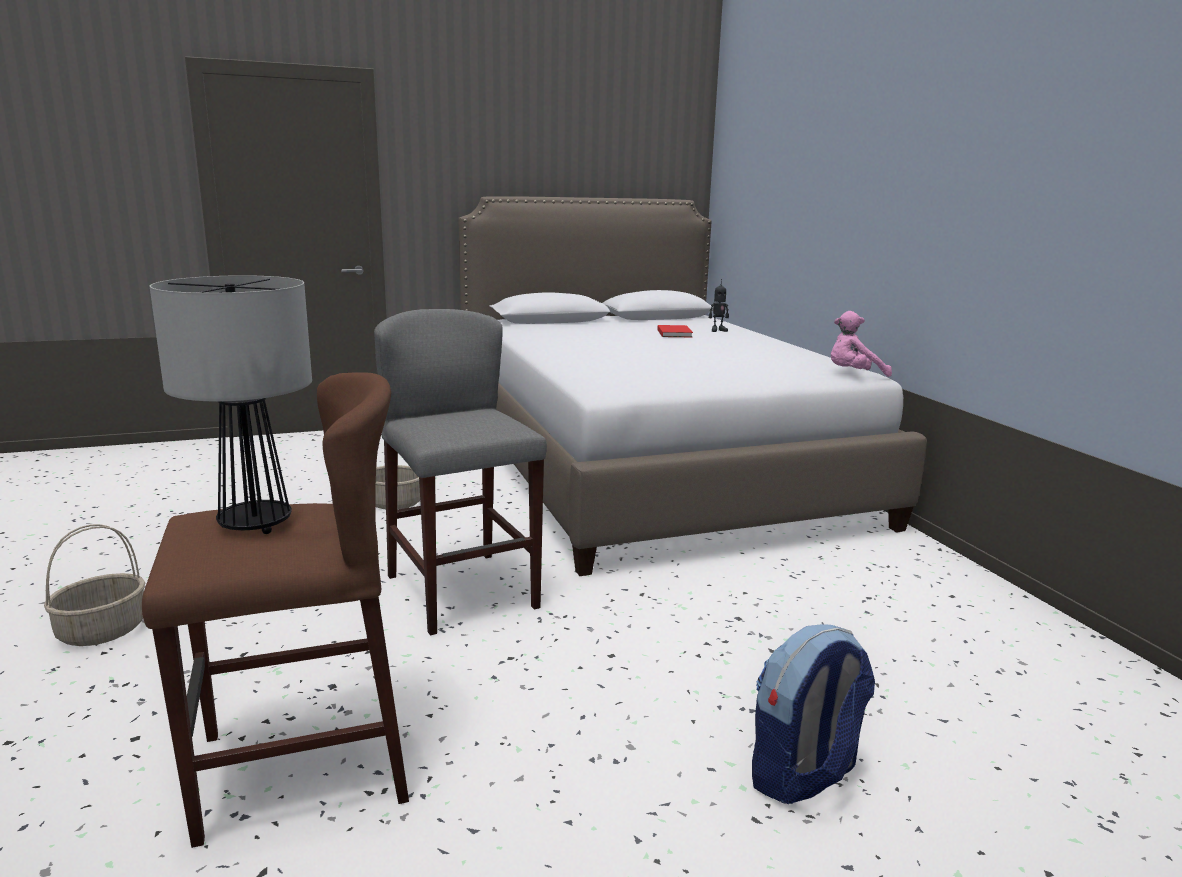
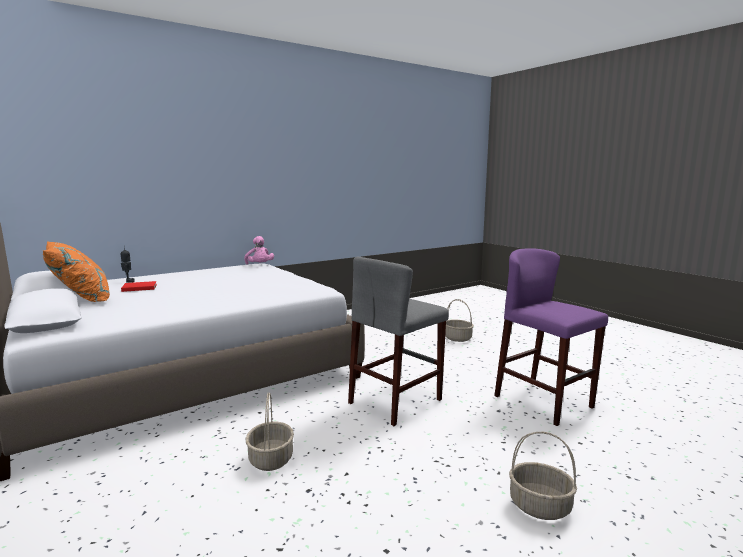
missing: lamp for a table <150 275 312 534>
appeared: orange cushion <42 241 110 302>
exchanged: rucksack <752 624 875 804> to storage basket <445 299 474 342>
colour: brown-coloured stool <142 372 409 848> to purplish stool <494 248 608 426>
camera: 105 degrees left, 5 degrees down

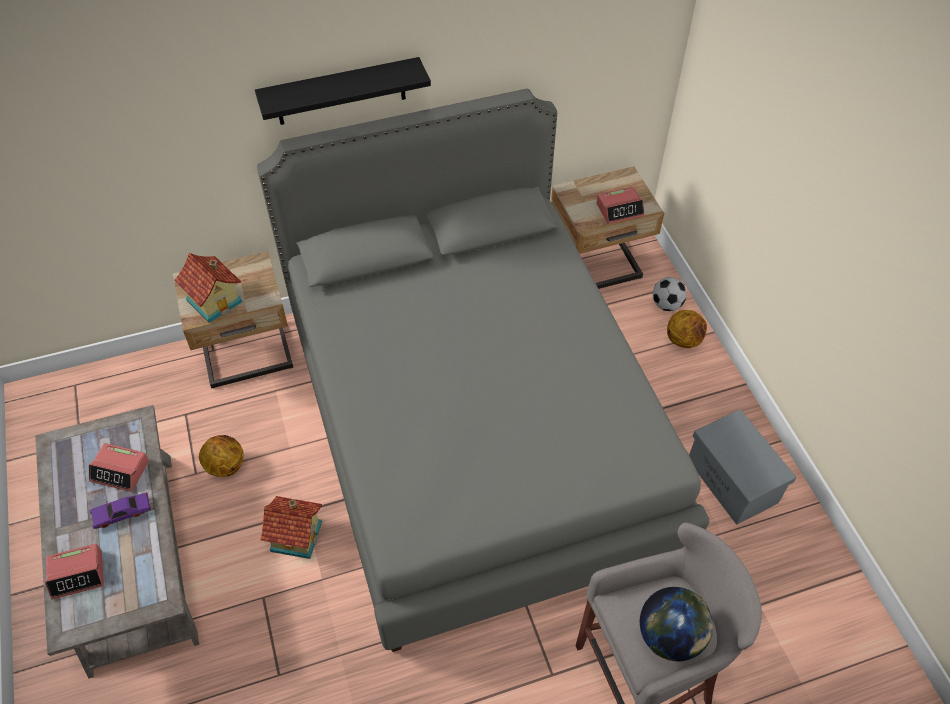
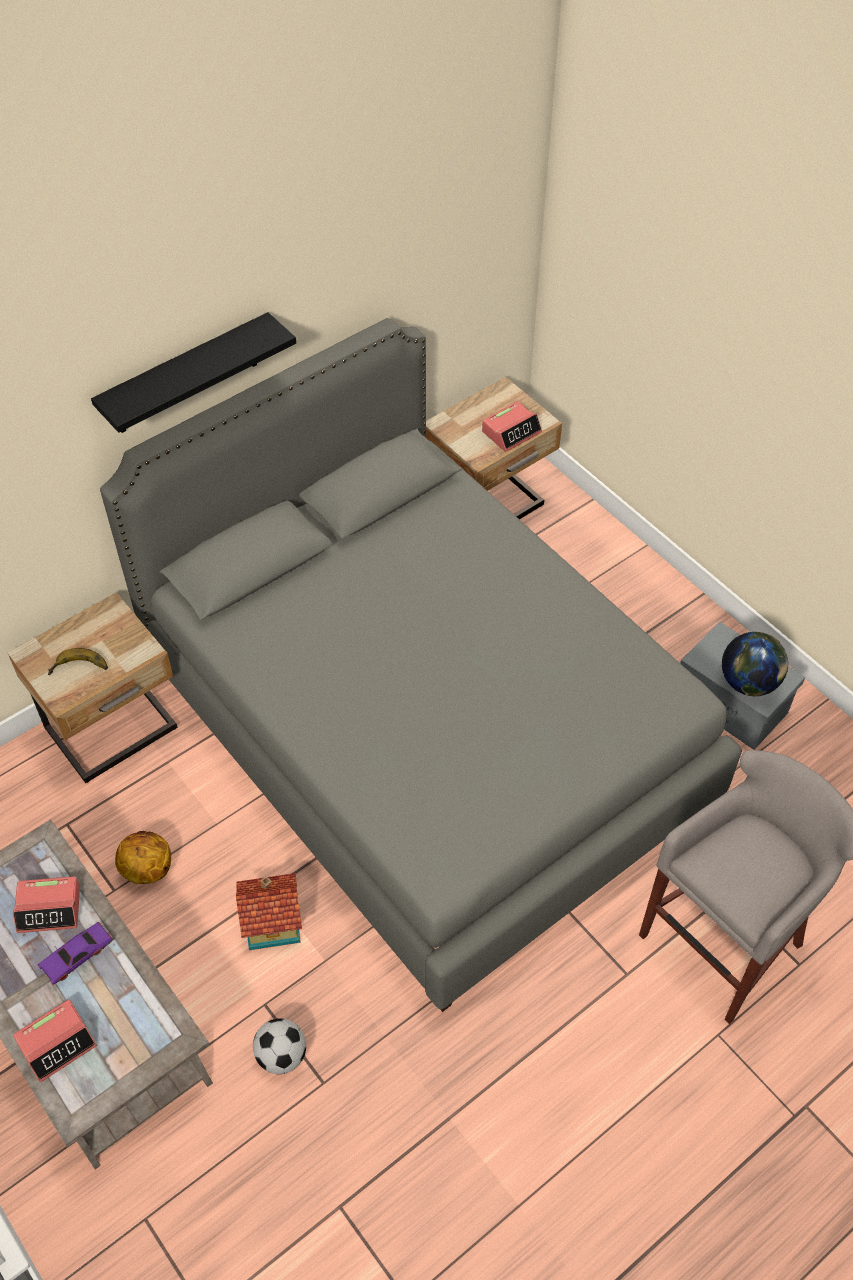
missing: basketball <667 310 707 348>
relocated: desk globe <640 587 713 661> to <722 632 788 696>; football ball <653 277 687 311> to <253 1018 306 1074>
exchanged: miniature house <174 253 242 323> to whole banana <48 648 108 675>
camera: 20 degrees left, 0 degrees up

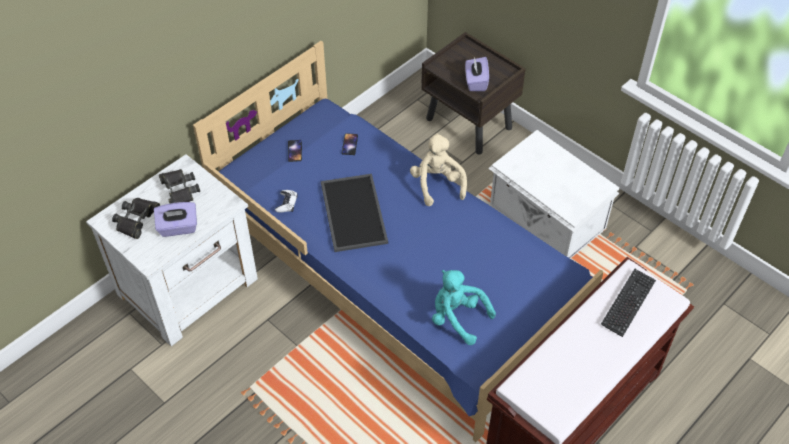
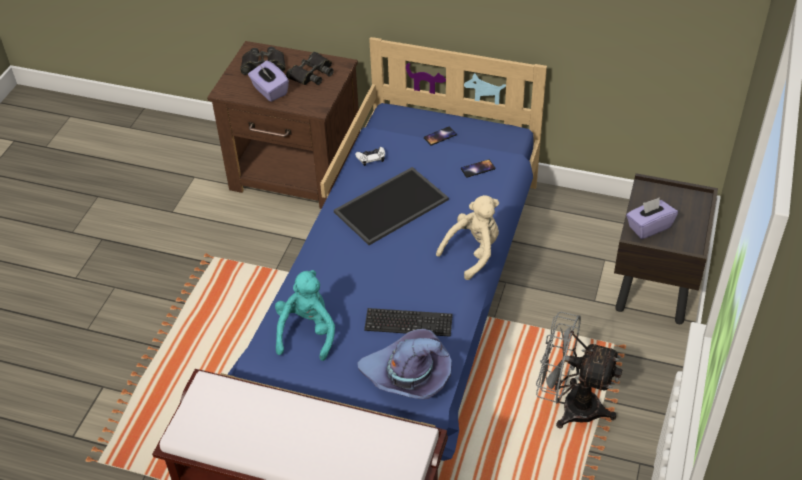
appeared: purplish hat <357 329 452 399>
relocated: keyboard <601 269 656 337> to <364 308 453 337>
exchanged: whitish storage bin <488 130 620 259> to grey electric fan <536 312 623 429>
colour: whitish nightstand <86 154 258 346> to brown-coloured nightstand <207 41 360 209>
camera: 65 degrees right, 5 degrees down

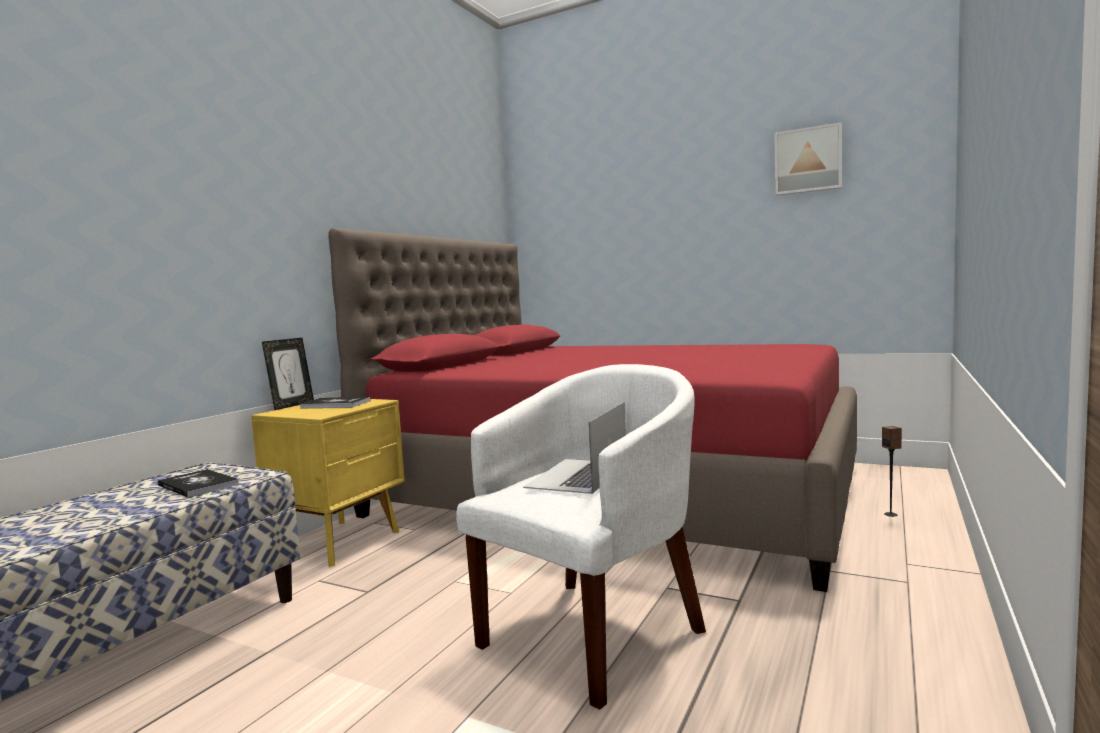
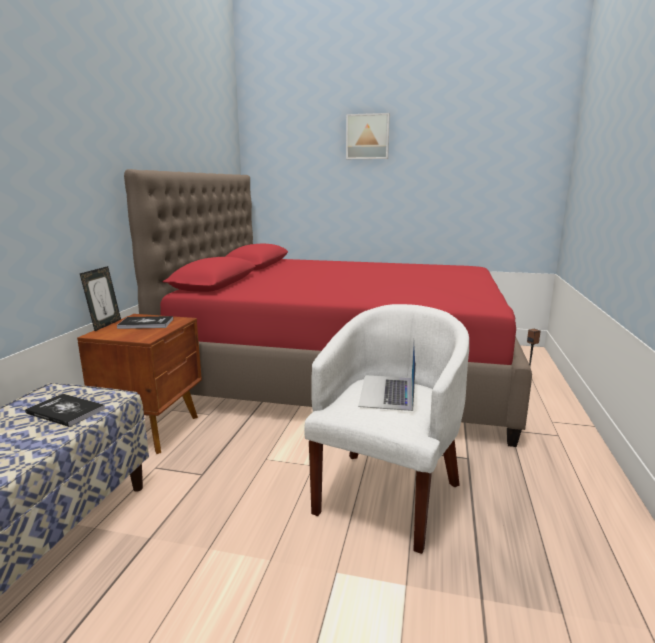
relocated: wall art <775 122 842 196> to <346 113 390 159>
colour: yellow-coloured nightstand <251 397 405 567> to brown-coloured nightstand <77 314 202 454>
camera: 15 degrees left, 10 degrees up

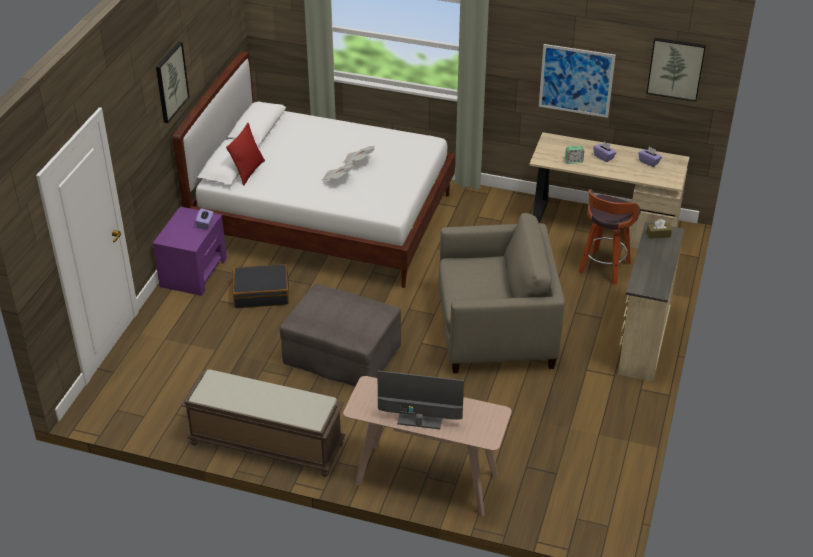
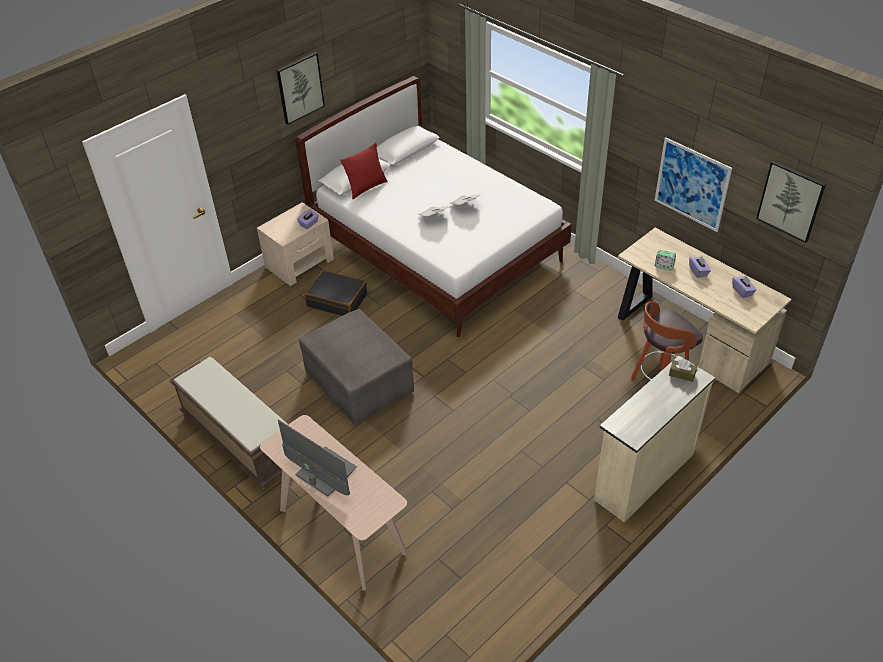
missing: beige armchair <438 213 565 373>
colour: purplish nightstand <153 207 227 296> to beige nightstand <257 202 334 286>
camera: 30 degrees right, 5 degrees up

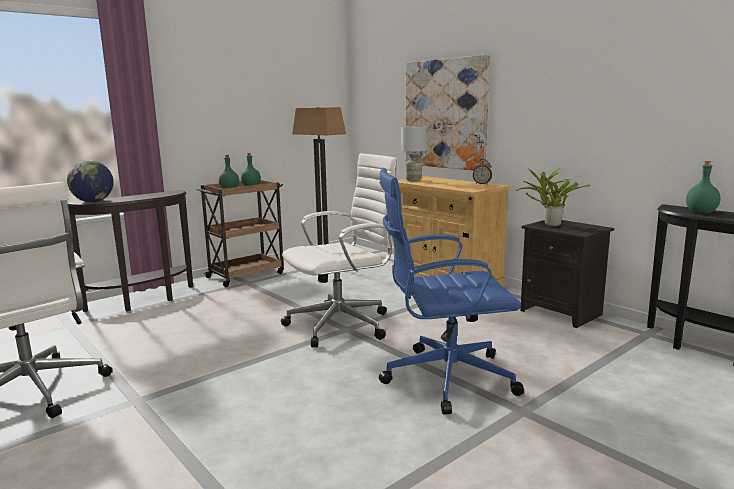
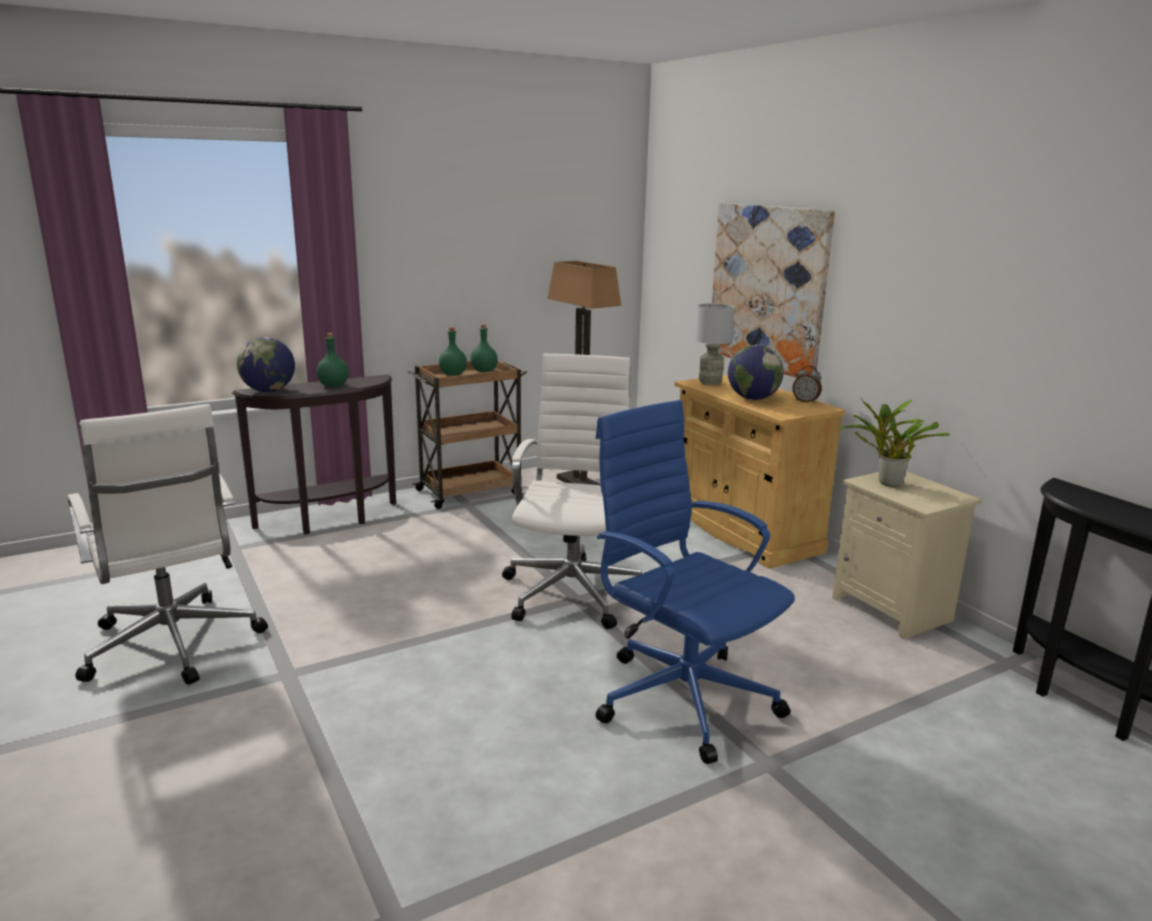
appeared: desk globe <728 345 784 400>
relocated: green-coloured bottle <686 161 721 214> to <317 333 349 387>
colour: black nightstand <520 220 614 328> to beige nightstand <832 471 982 639>
spun: whitish office chair <281 153 399 347> = <502 353 642 629> 60 degrees counterclockwise; bluish office chair <379 168 524 415> = <596 400 795 764> 45 degrees clockwise
camera: 10 degrees right, 5 degrees up

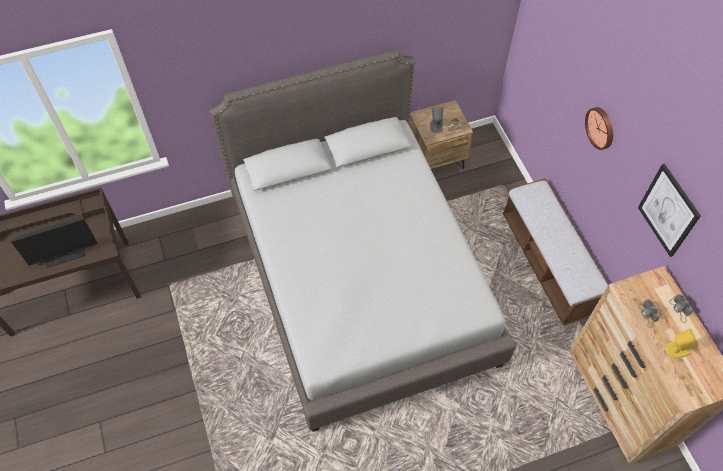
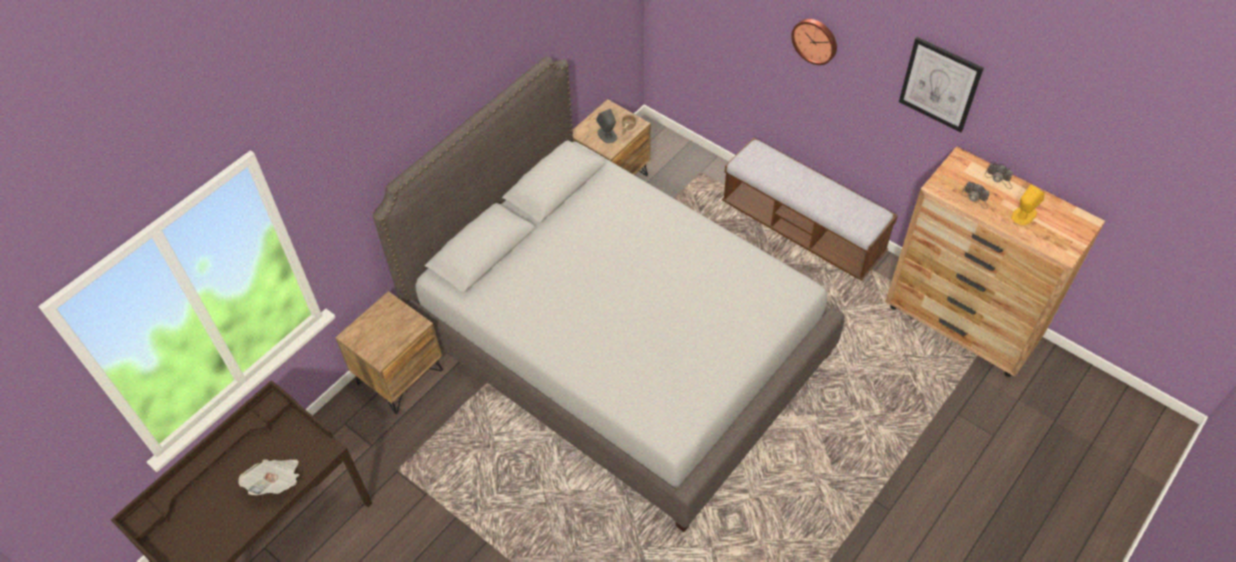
appeared: brown-coloured nightstand <335 291 443 414>
exchanged: monitor <11 218 97 268> to printed paper <238 459 299 495>
camera: 30 degrees left, 5 degrees down

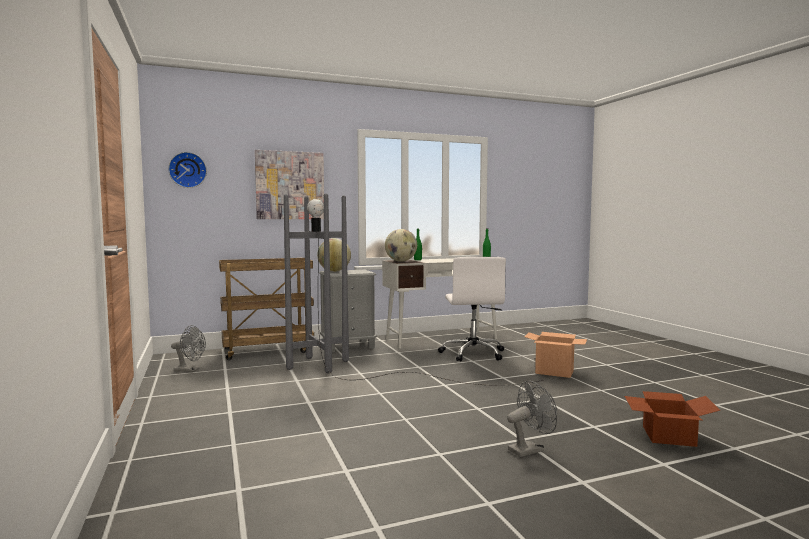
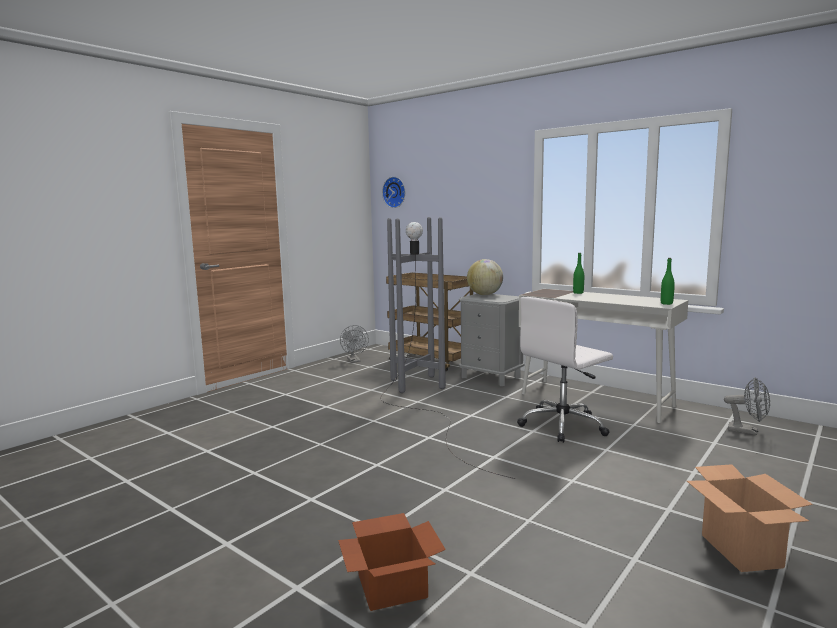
missing: wall art <255 150 324 219>; desk globe <385 229 417 262>
relocated: grey electric fan <507 381 557 457> to <724 377 770 435>; cardboard box <525 332 587 378> to <687 464 813 572>
camera: 60 degrees right, 5 degrees up

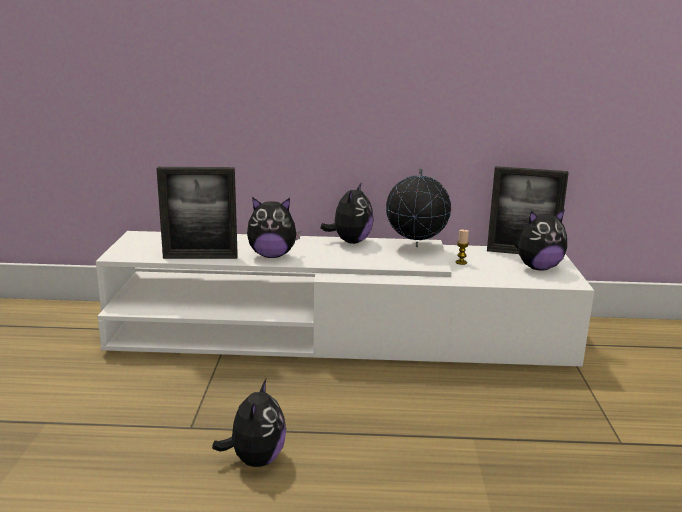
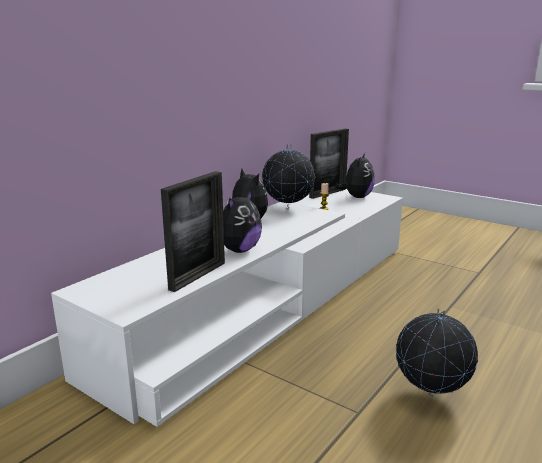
exchanged: plush toy <212 379 286 467> to desk globe <396 308 478 396>
camera: 55 degrees left, 0 degrees up

